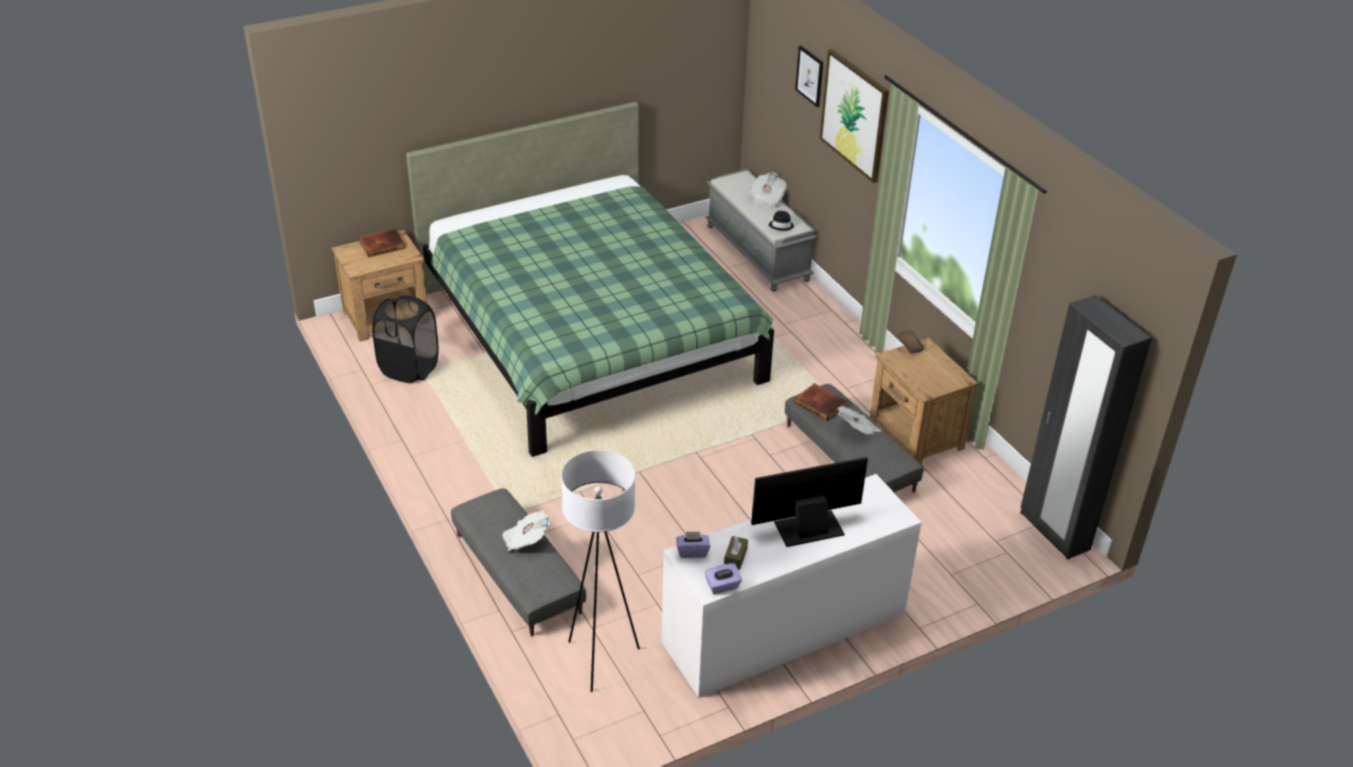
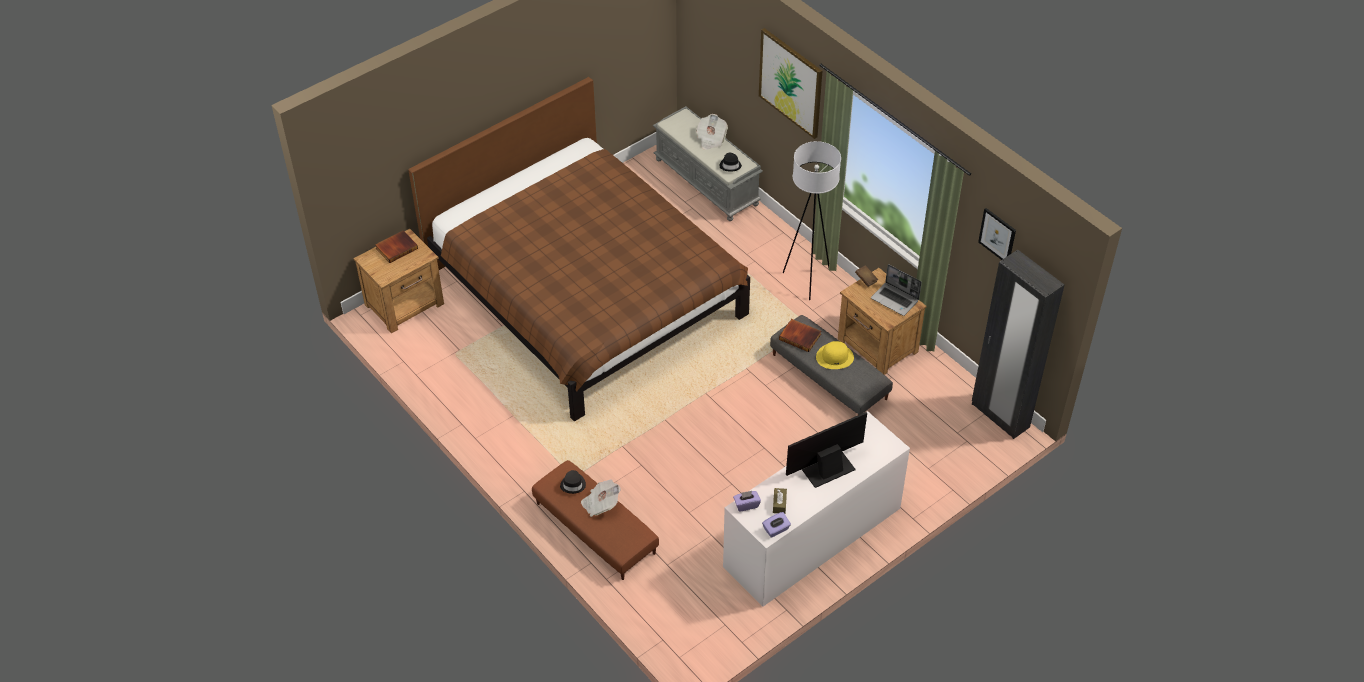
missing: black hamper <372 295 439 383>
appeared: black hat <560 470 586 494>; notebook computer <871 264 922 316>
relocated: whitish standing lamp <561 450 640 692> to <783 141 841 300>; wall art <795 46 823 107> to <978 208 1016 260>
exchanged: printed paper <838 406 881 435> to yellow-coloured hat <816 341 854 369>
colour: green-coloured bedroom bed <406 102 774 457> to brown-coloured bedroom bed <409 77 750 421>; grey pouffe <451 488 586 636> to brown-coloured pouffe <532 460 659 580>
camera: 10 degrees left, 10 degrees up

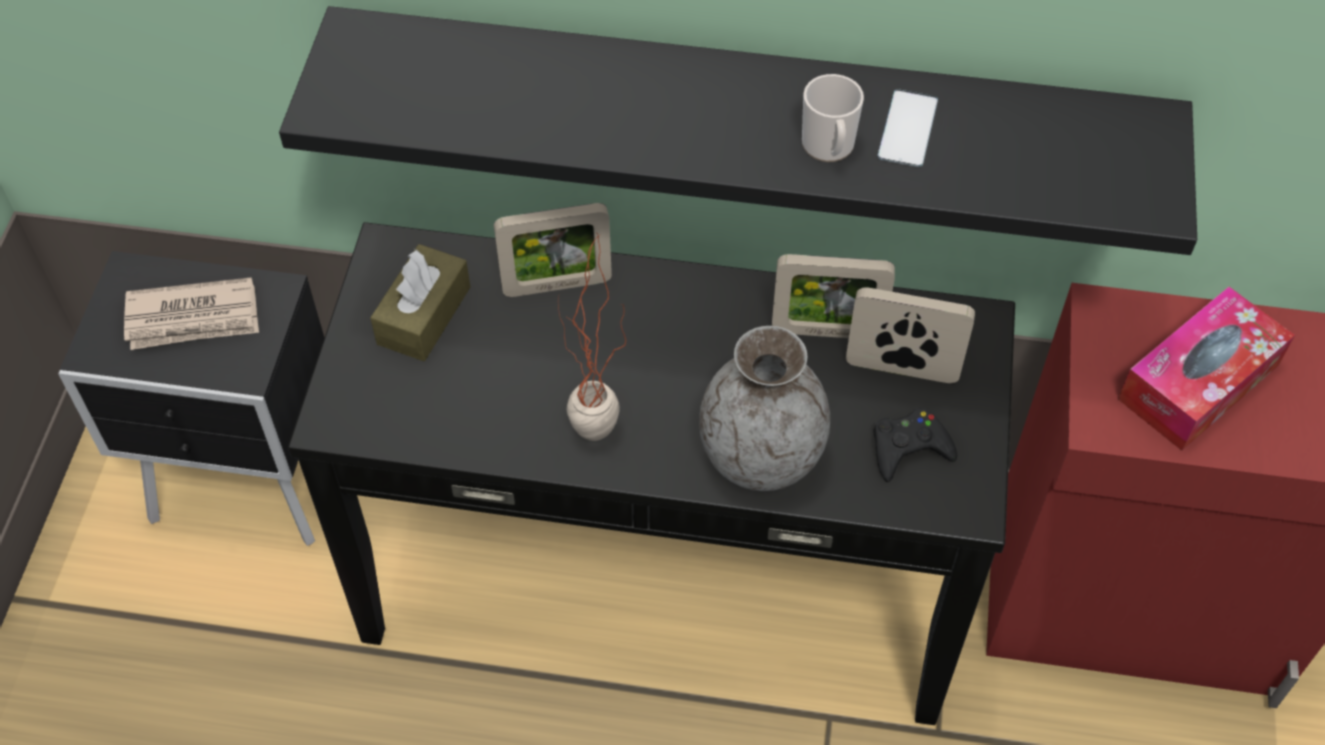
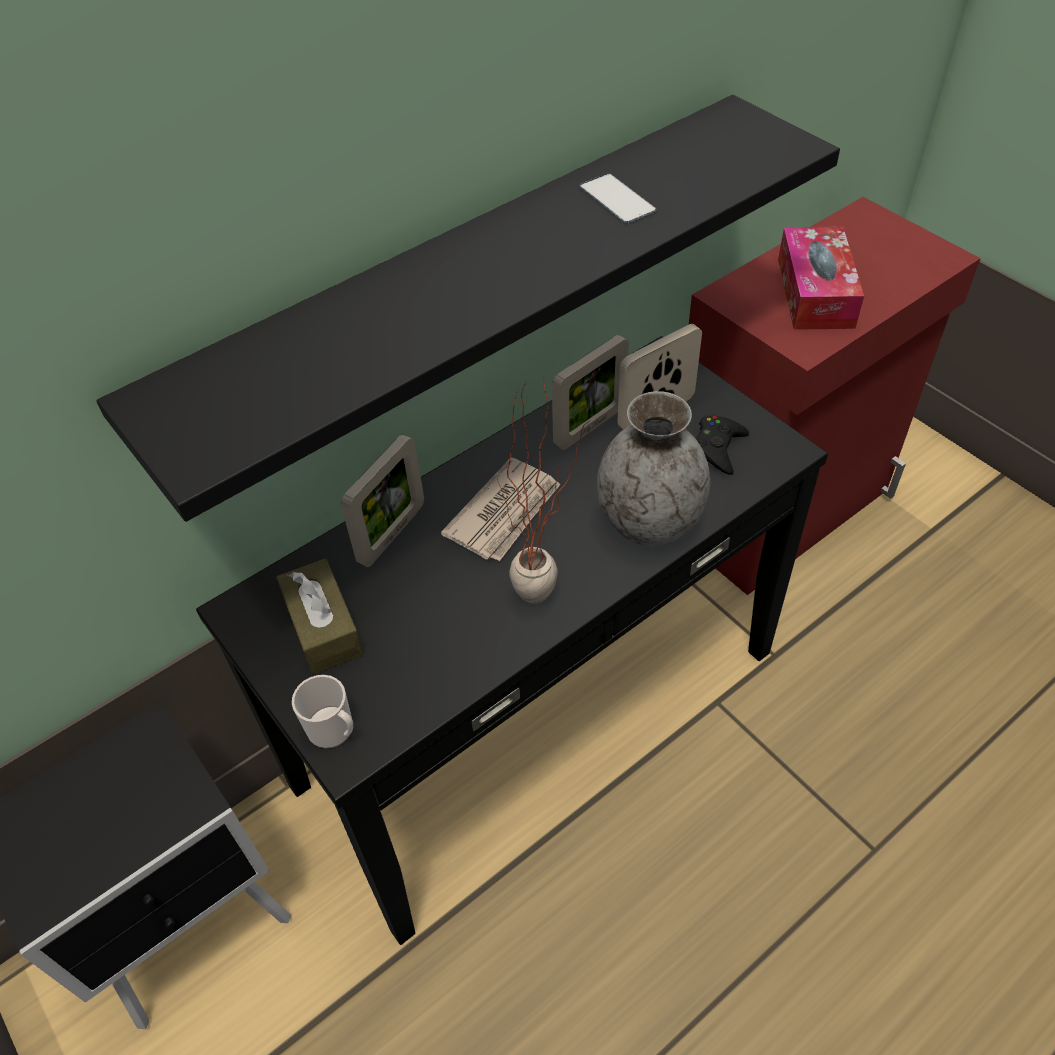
relocated: printed paper <124 277 259 350> to <441 458 561 561>; tea mug <802 74 864 162> to <292 675 353 748>
camera: 45 degrees left, 5 degrees down

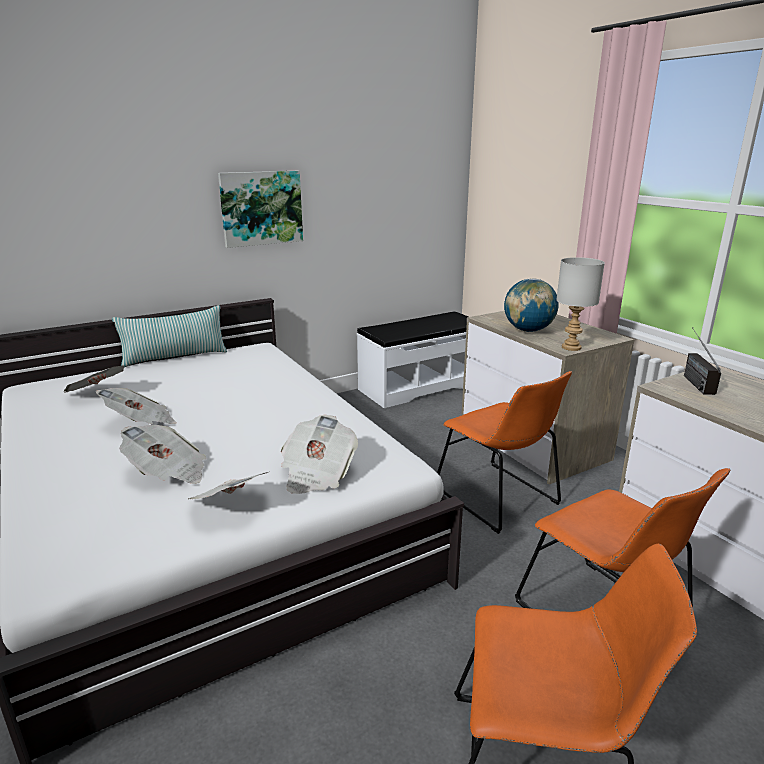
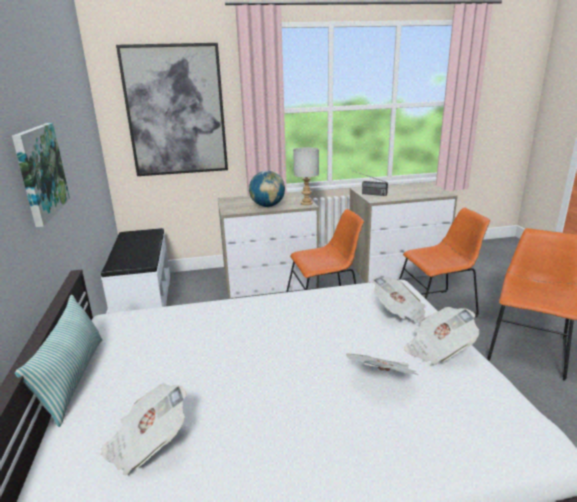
missing: printed paper <96 388 176 424>
appeared: wall art <116 43 228 176>
camera: 70 degrees left, 0 degrees up

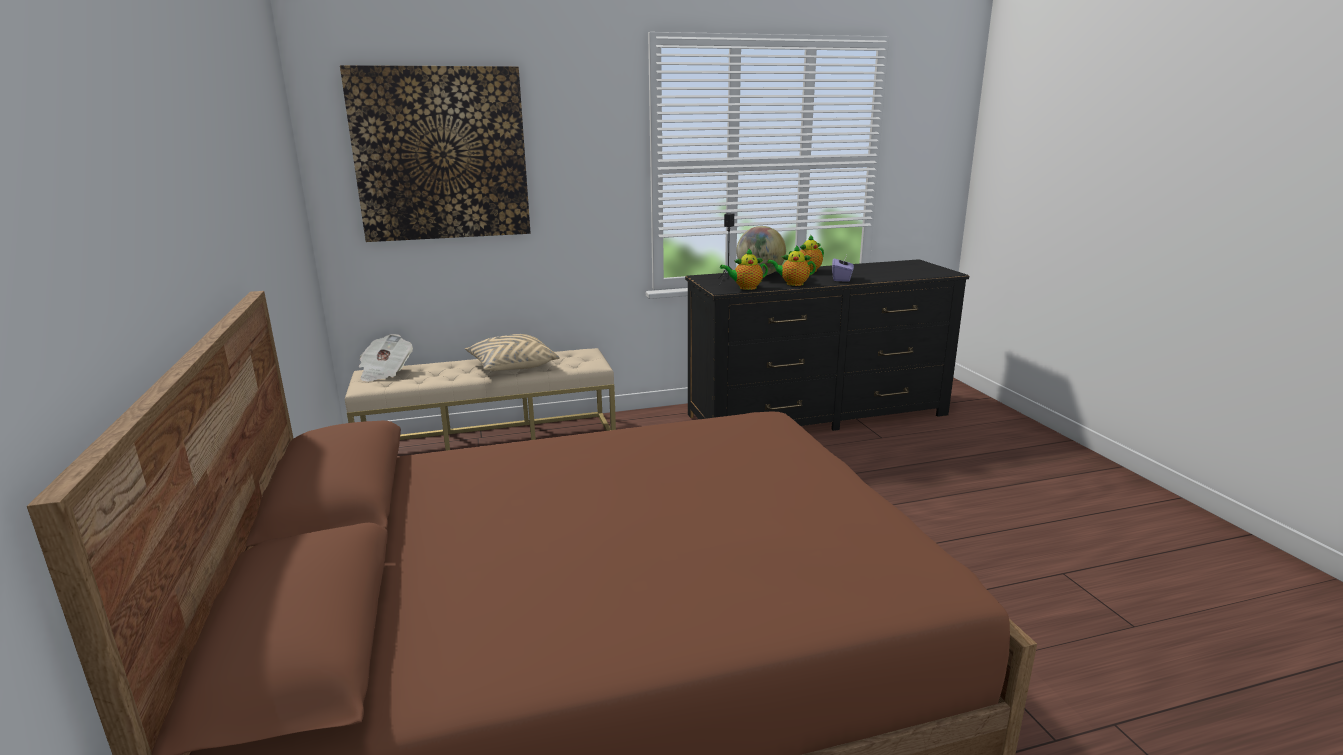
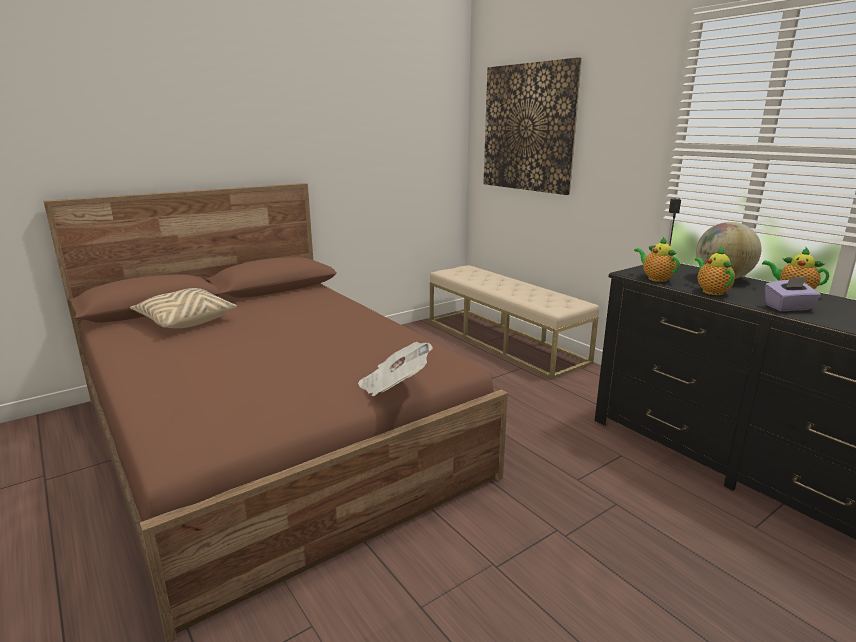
relocated: printed paper <358 334 413 381> to <358 342 433 396>; beige cushion <465 334 560 371> to <130 288 237 328>
camera: 70 degrees right, 0 degrees up

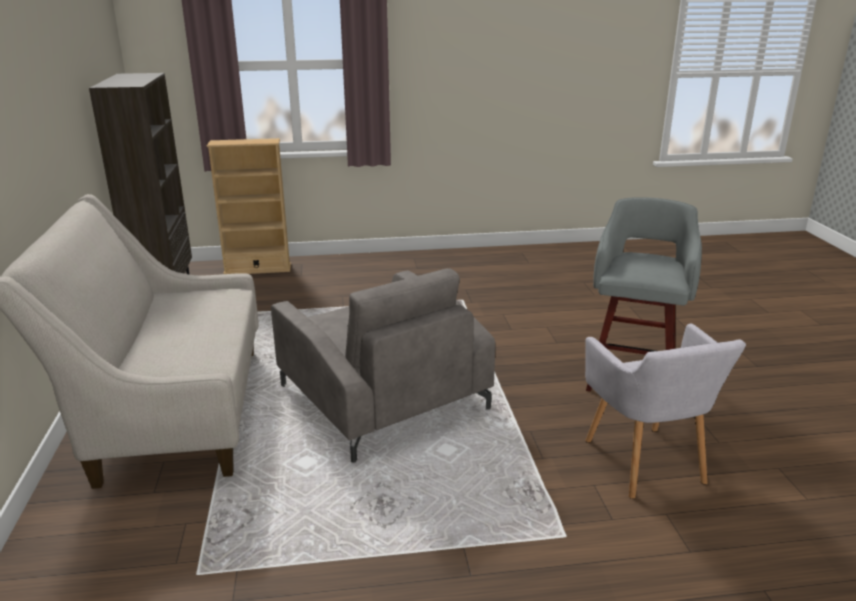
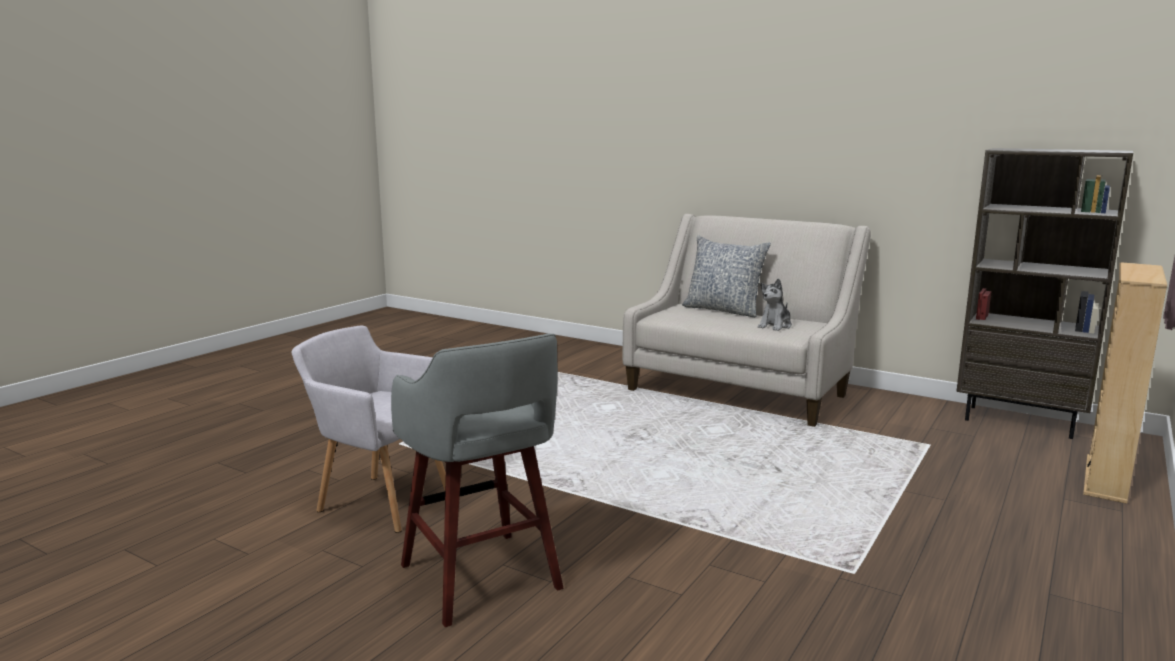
missing: grey armchair <271 268 496 463>
appeared: cushion <682 235 771 317>; plush toy <758 278 792 331>
camera: 130 degrees right, 10 degrees down

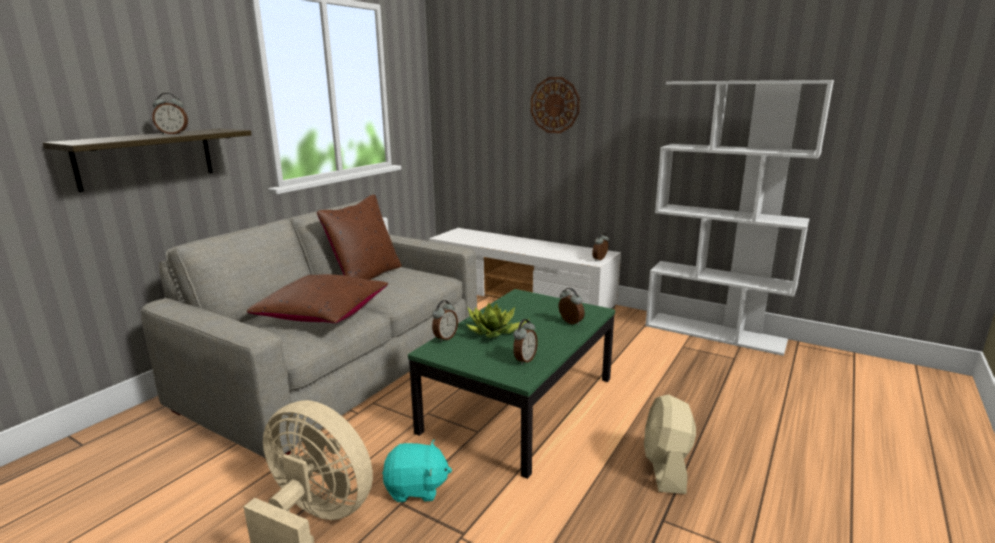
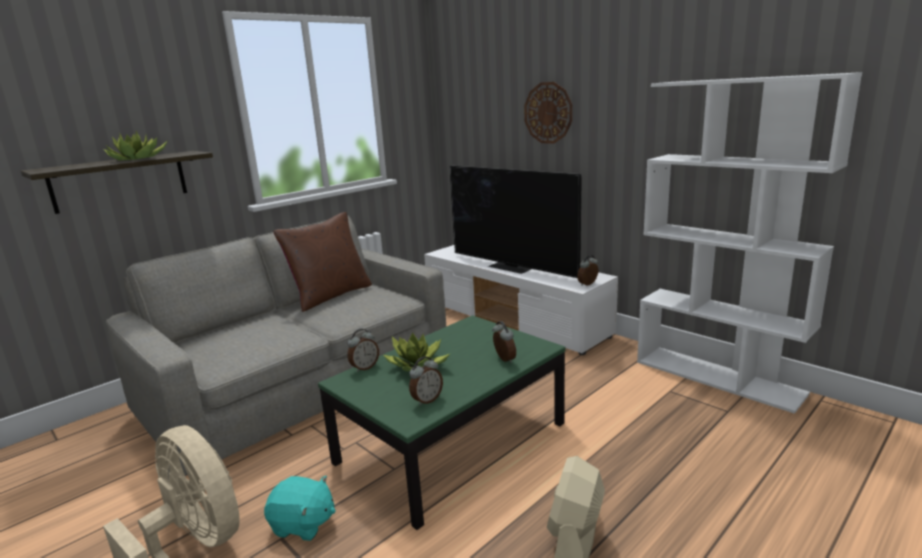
missing: brown-coloured cushion <246 274 388 323>
appeared: TV <449 165 582 278>
exchanged: table clock <152 93 188 135> to plant in a pot <103 131 167 161>
camera: 15 degrees right, 0 degrees up

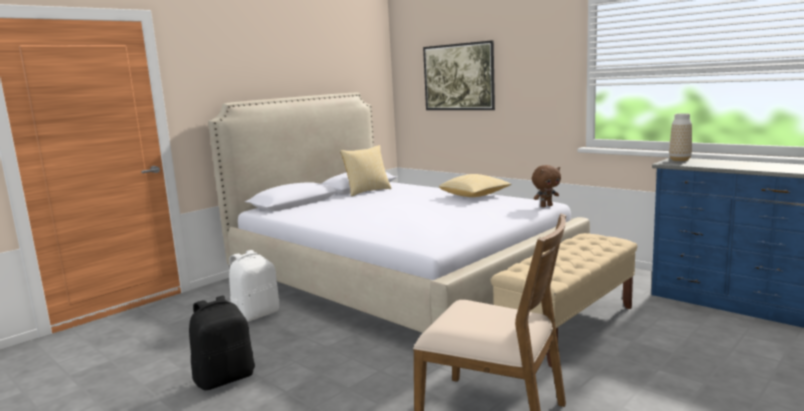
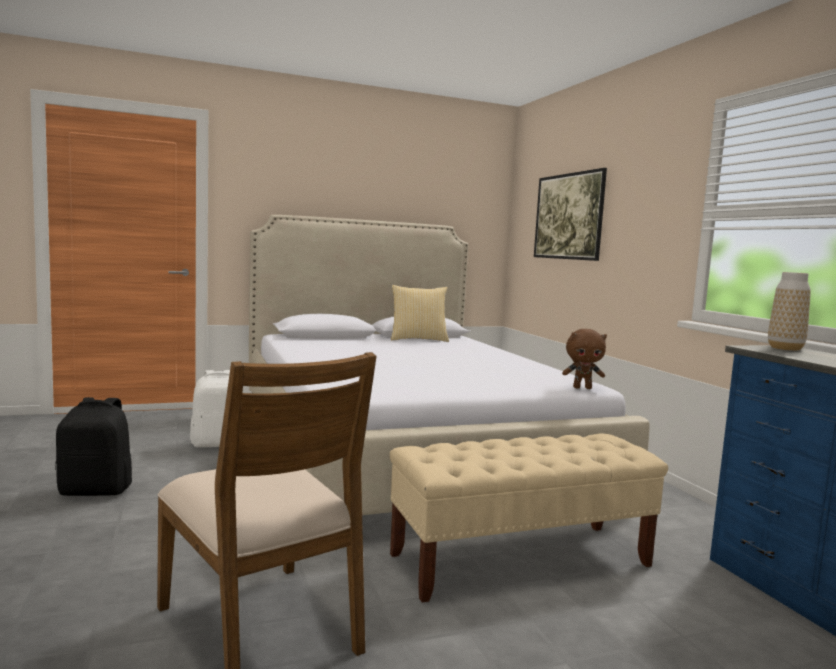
missing: cushion <439 174 511 197>
camera: 25 degrees right, 5 degrees down

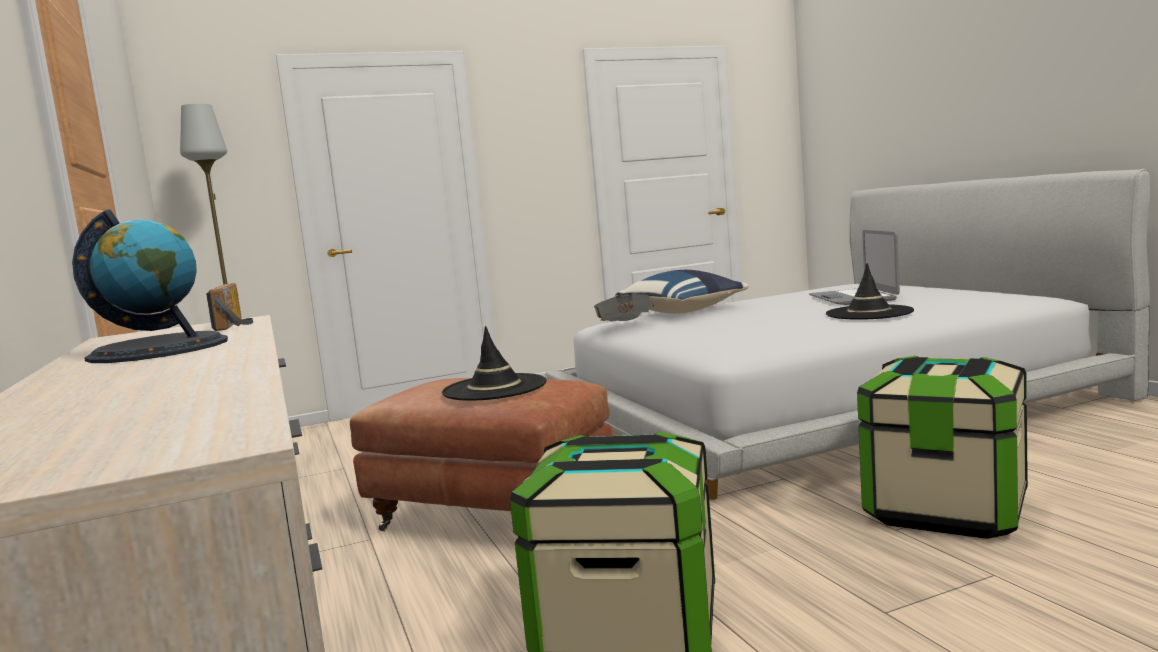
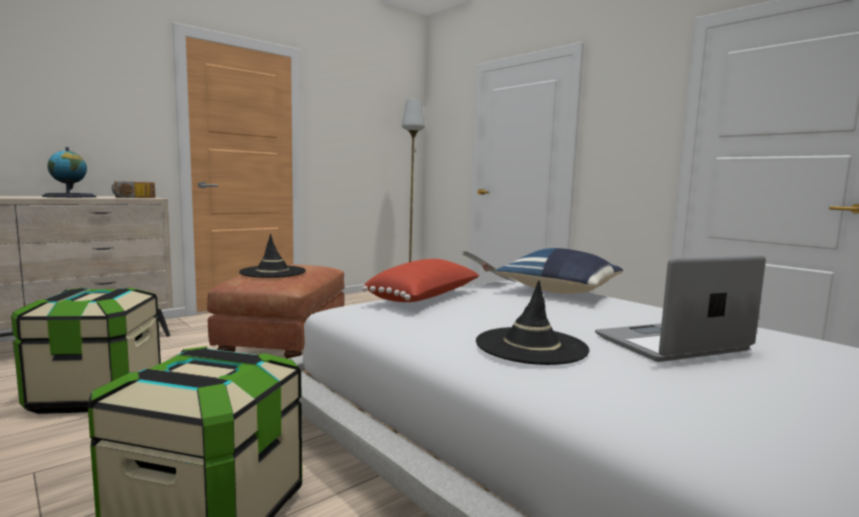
appeared: red-coloured cushion <362 259 480 302>
camera: 70 degrees right, 0 degrees up

